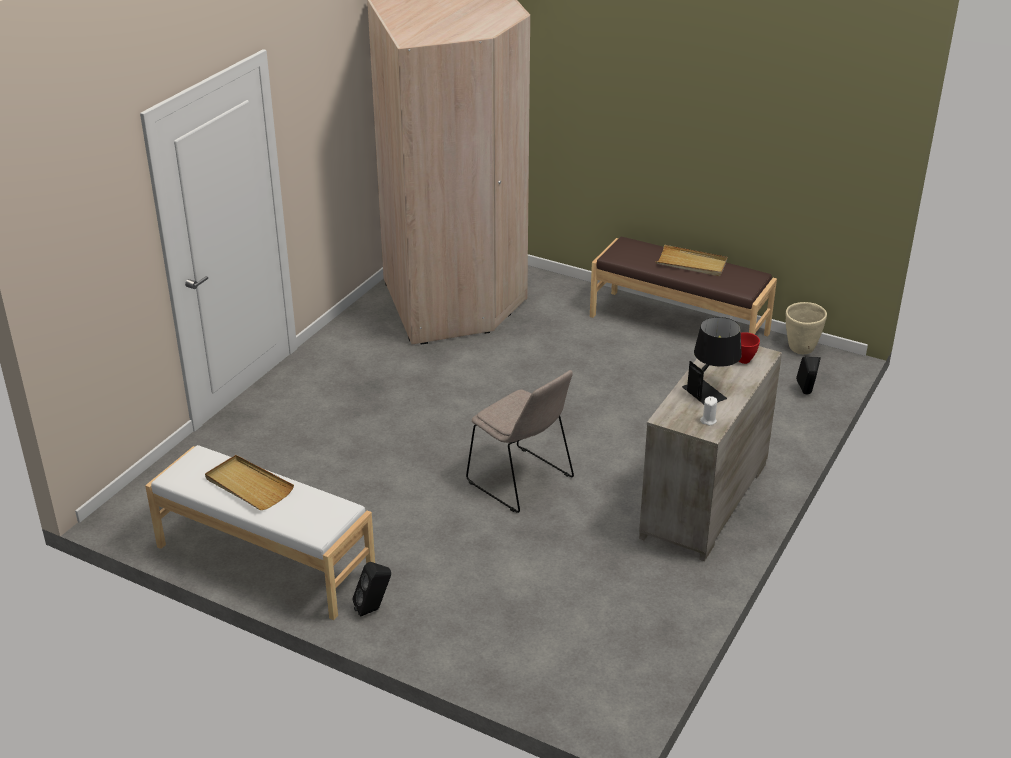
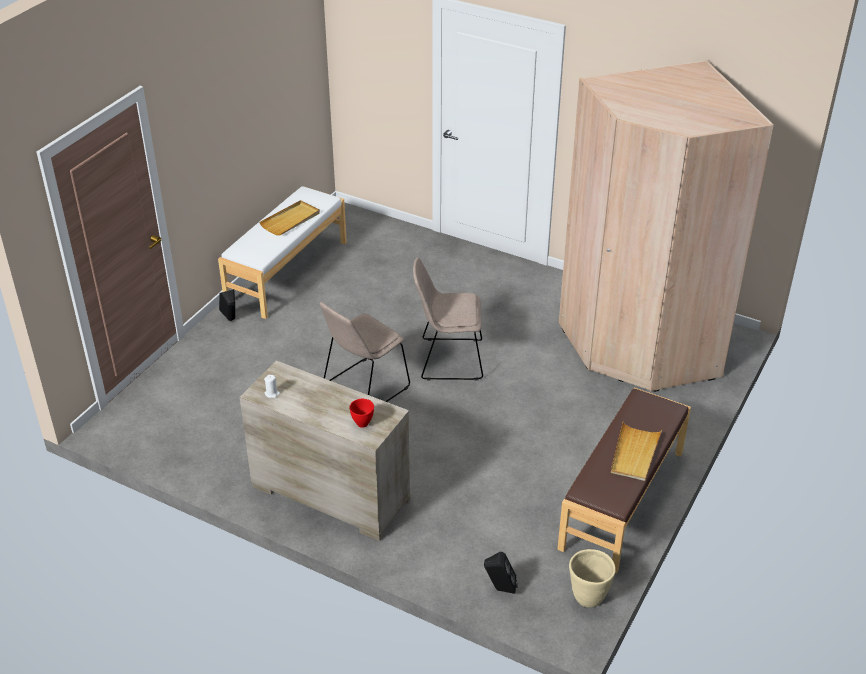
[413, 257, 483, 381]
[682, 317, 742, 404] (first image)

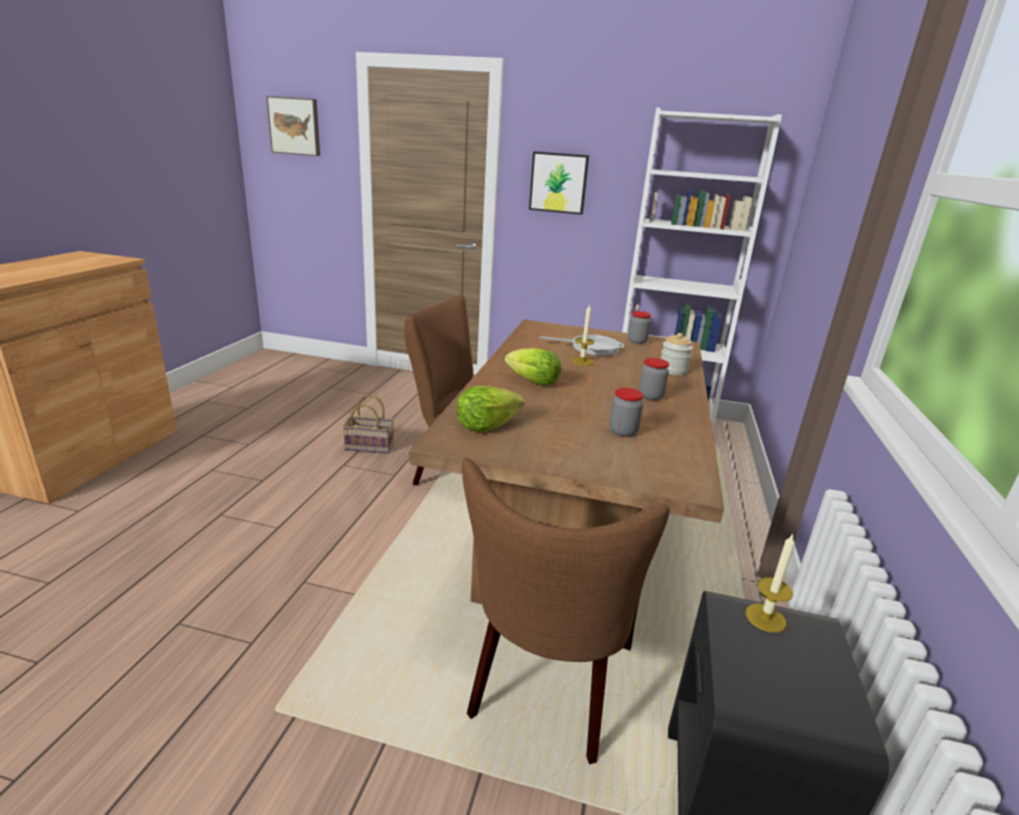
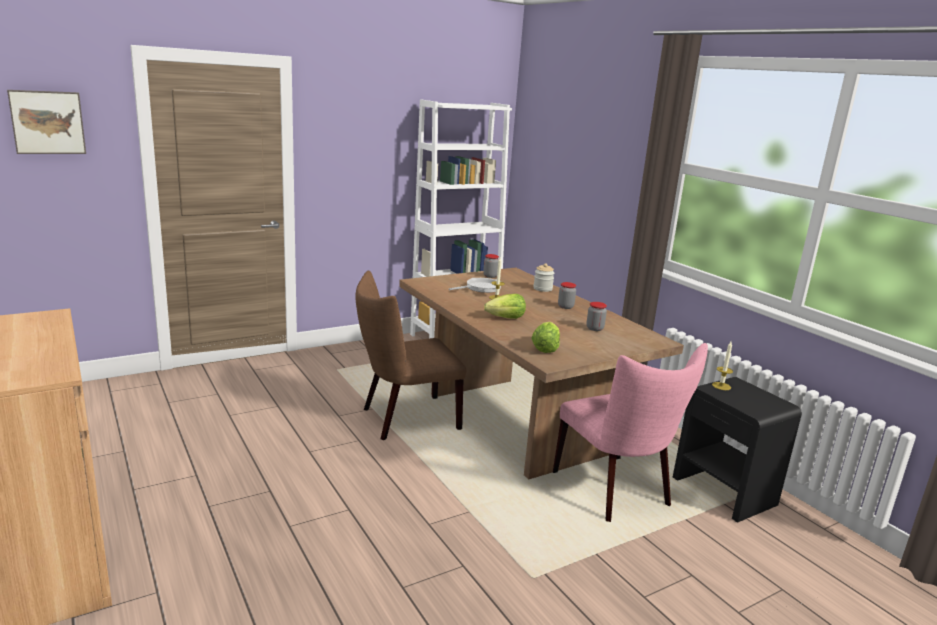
[553, 343, 708, 522]
[342, 395, 394, 453] (first image)
[529, 151, 589, 215] (first image)

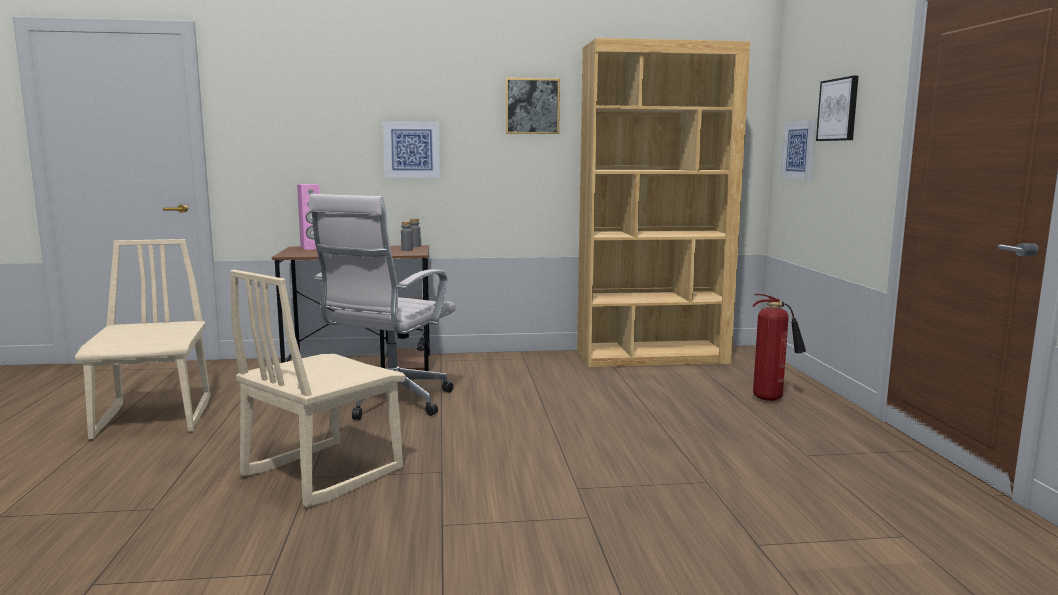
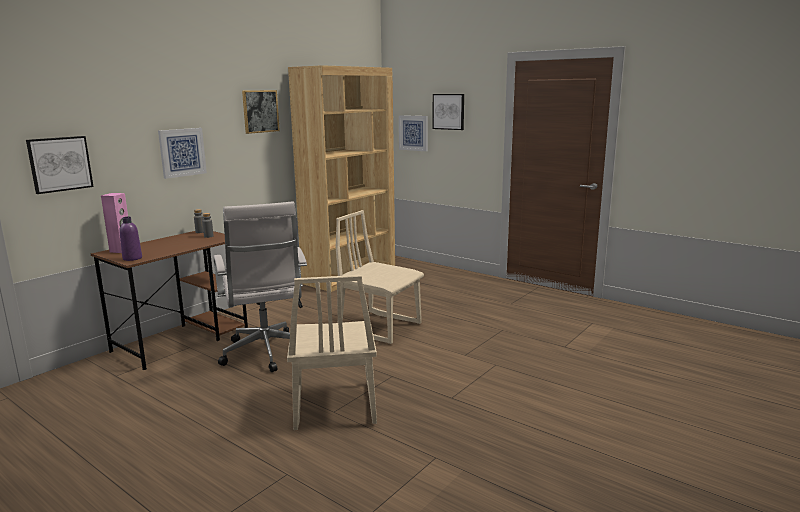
[26, 136, 94, 194]
[119, 217, 142, 261]
[336, 210, 424, 344]
[753, 294, 806, 401] (first image)

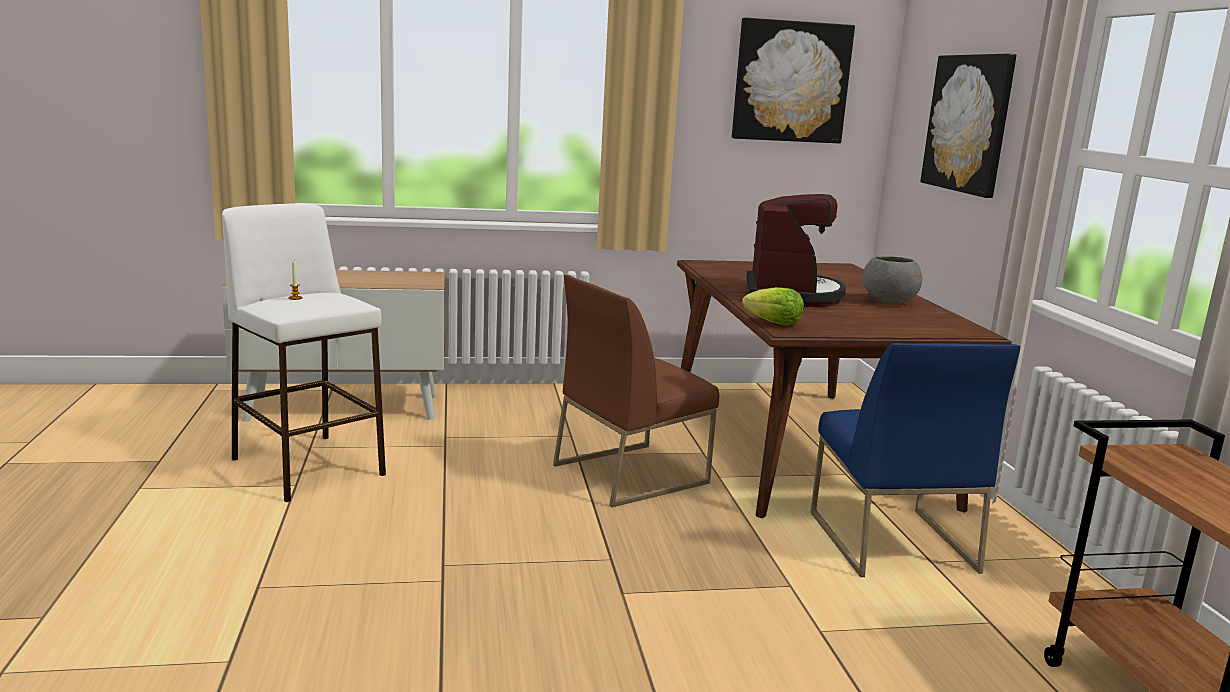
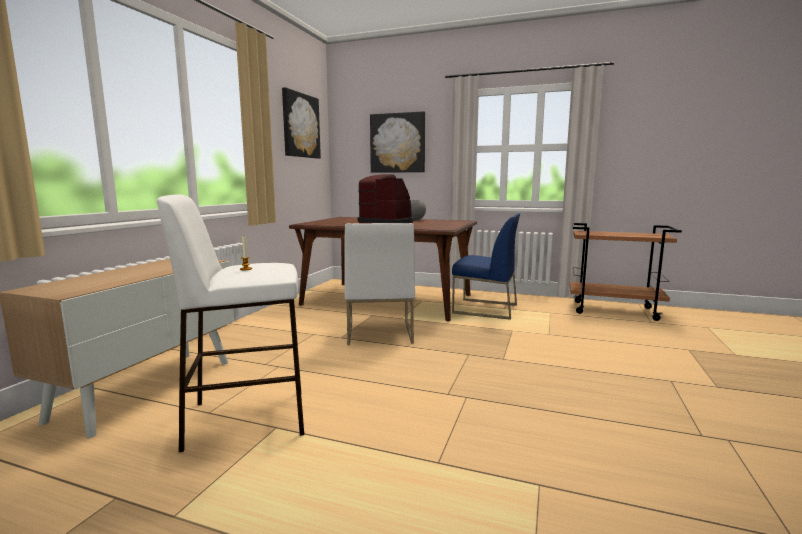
[344, 223, 415, 345]
[742, 287, 804, 326] (first image)

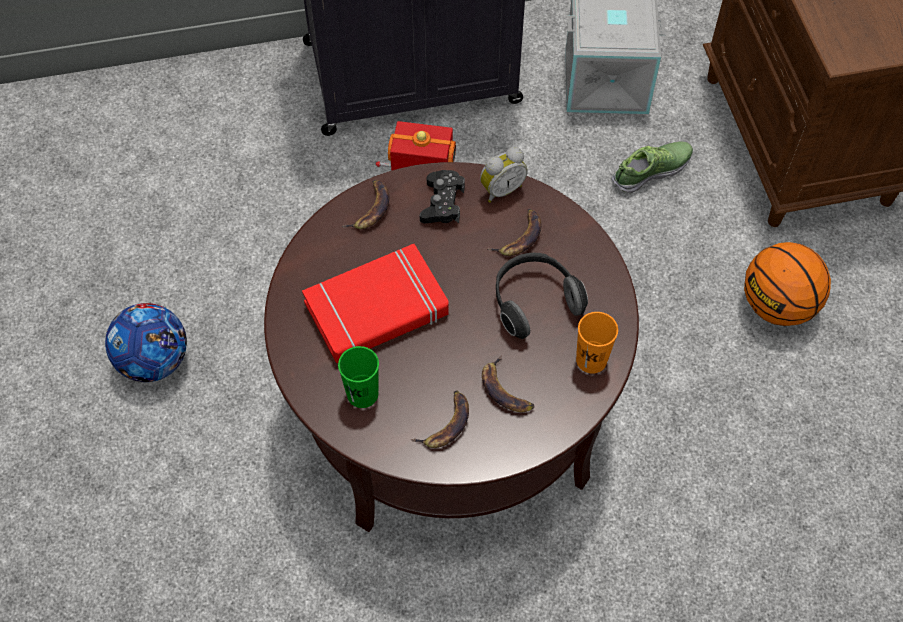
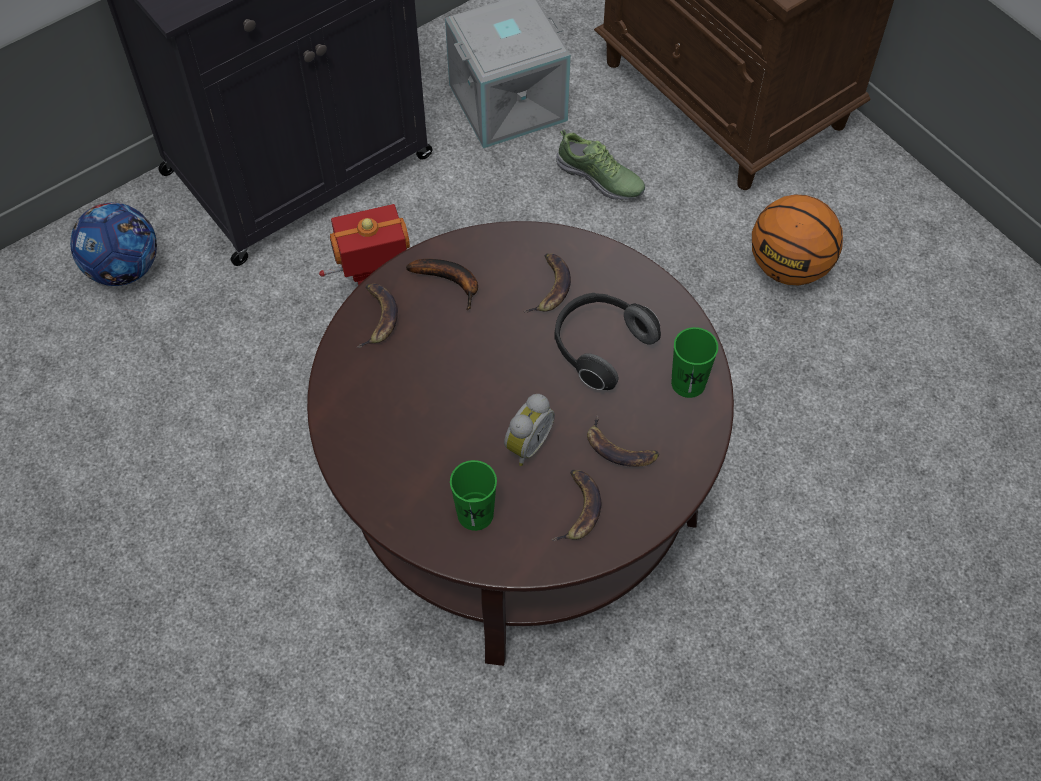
[70, 203, 157, 286]
[406, 259, 478, 310]
[504, 394, 555, 466]
[556, 129, 645, 200]
[671, 327, 718, 398]
[302, 244, 449, 363] (first image)

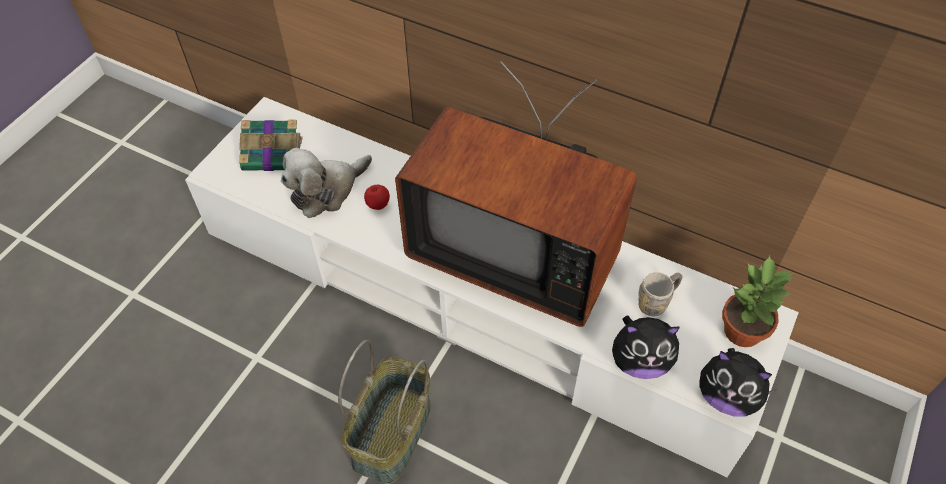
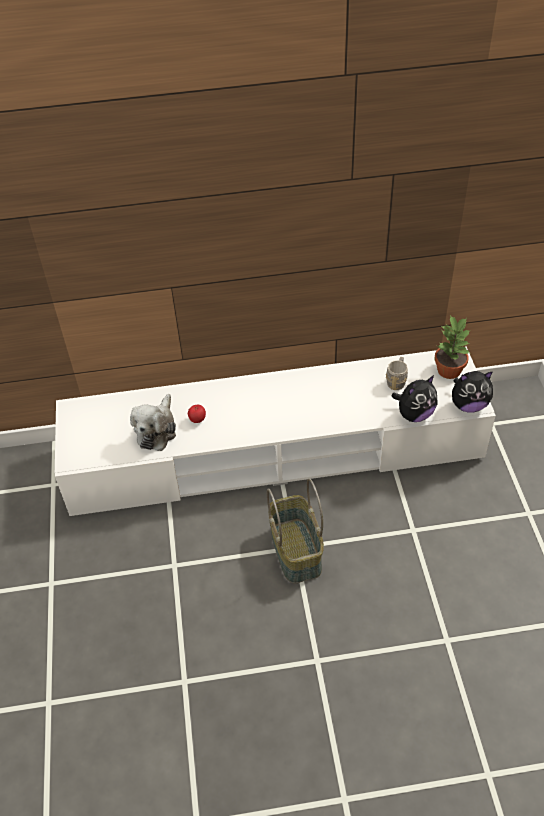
[239, 120, 302, 171] (first image)
[395, 61, 637, 327] (first image)

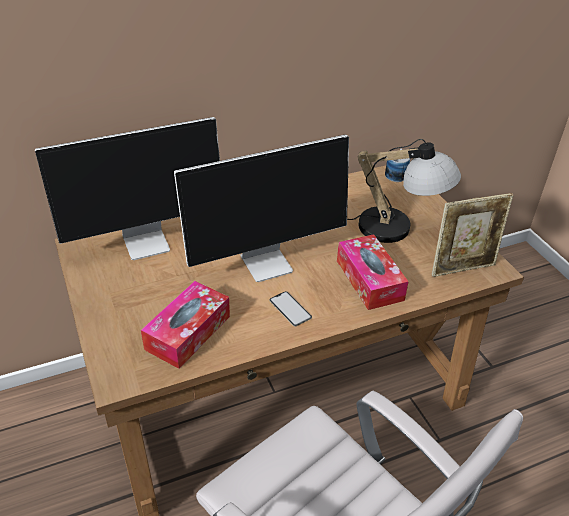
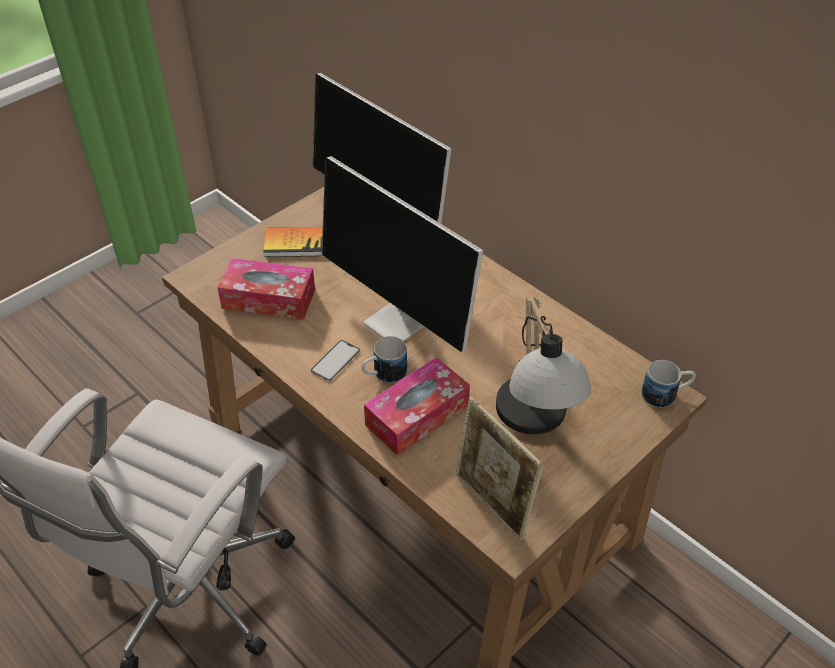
[263, 227, 323, 257]
[362, 336, 407, 383]

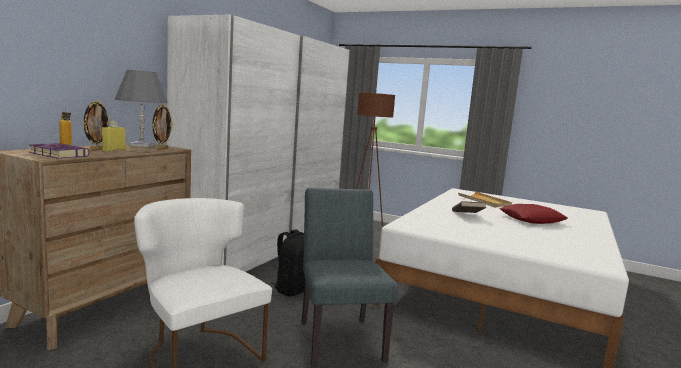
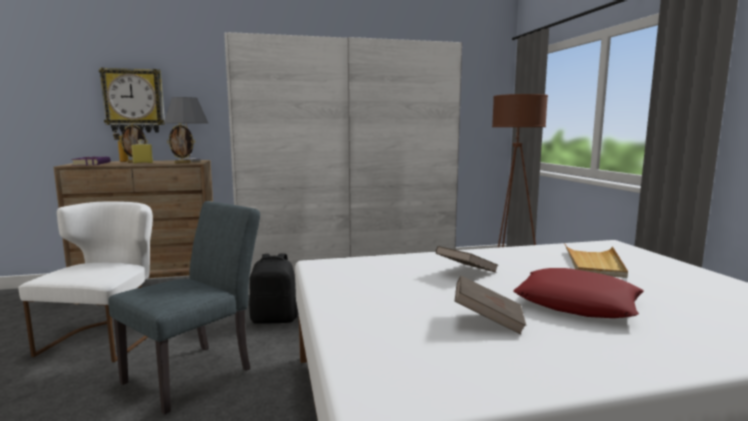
[99, 67, 165, 133]
[455, 275, 526, 335]

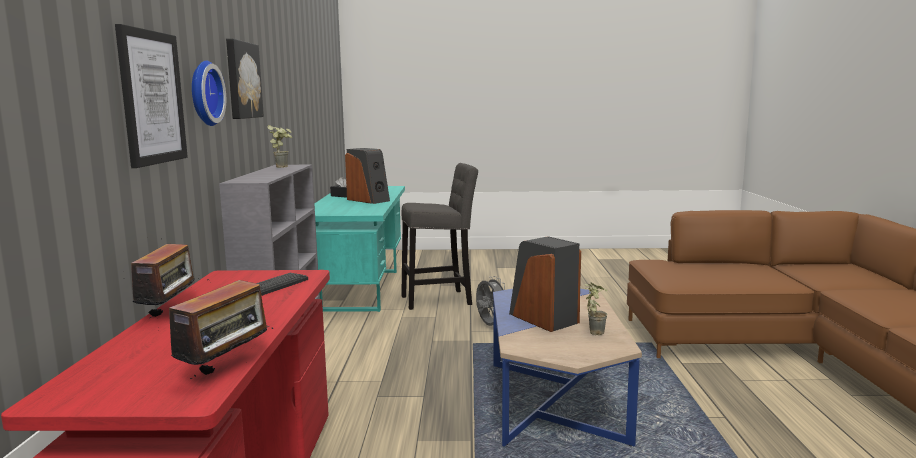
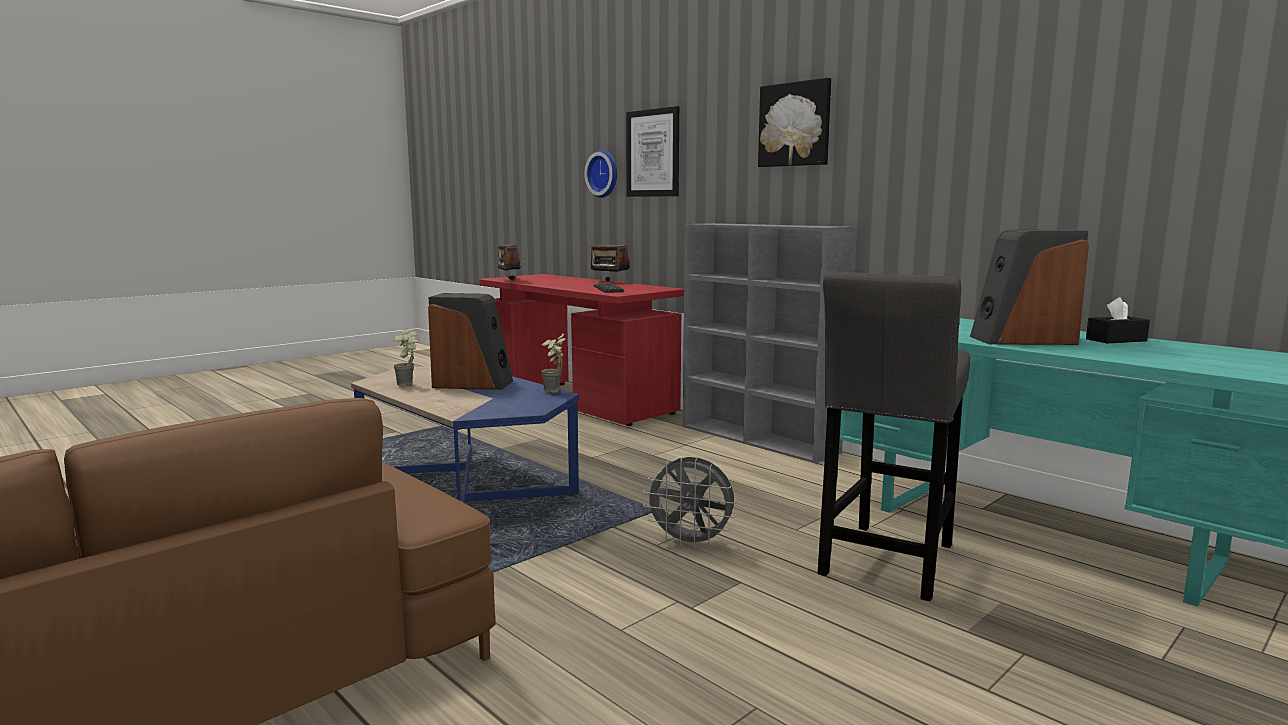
[541, 333, 566, 393]
[584, 150, 617, 198]

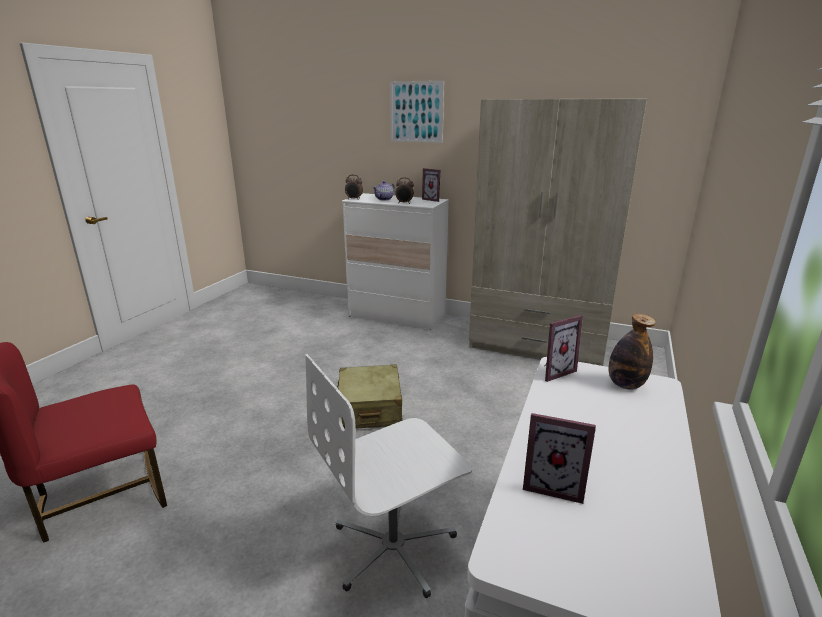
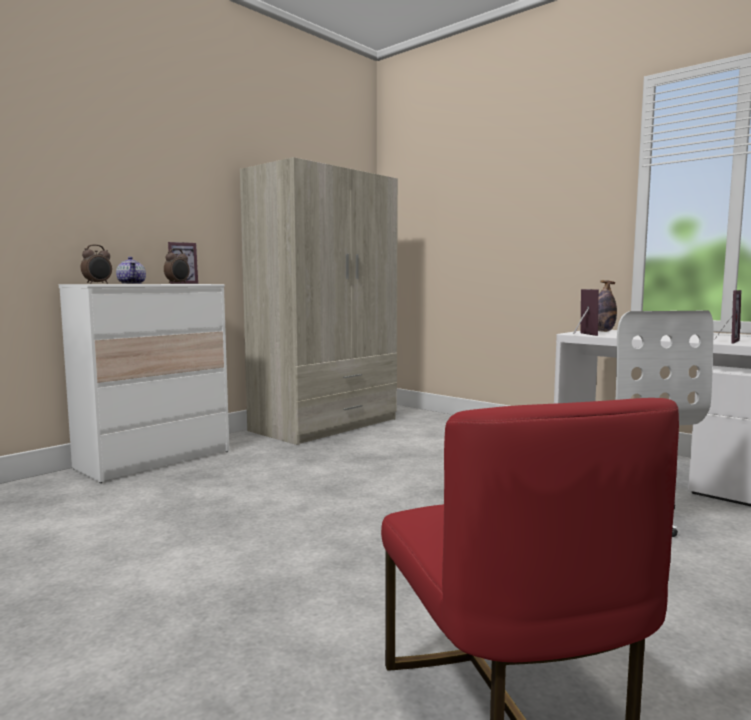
[337, 364, 403, 429] (first image)
[390, 81, 444, 143] (first image)

